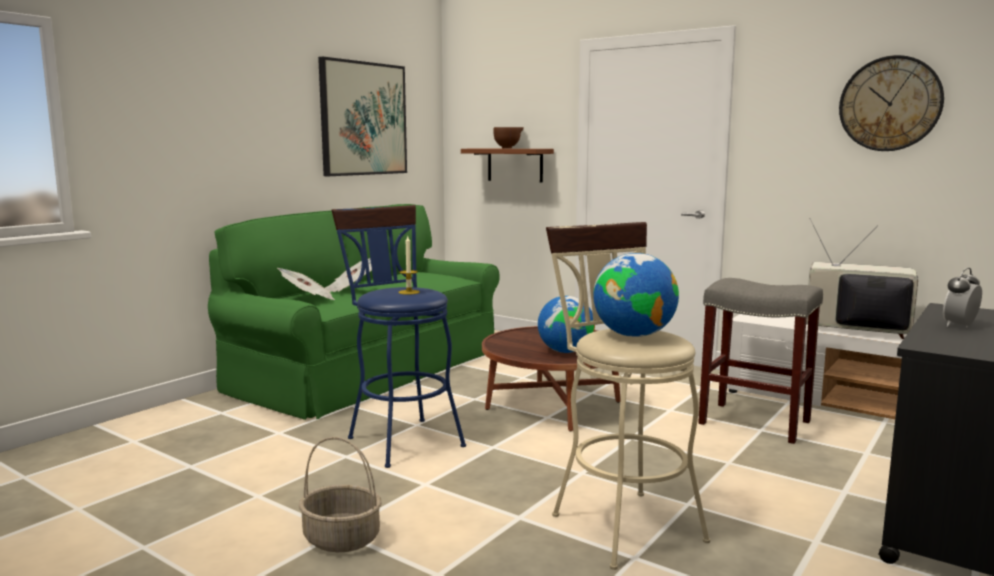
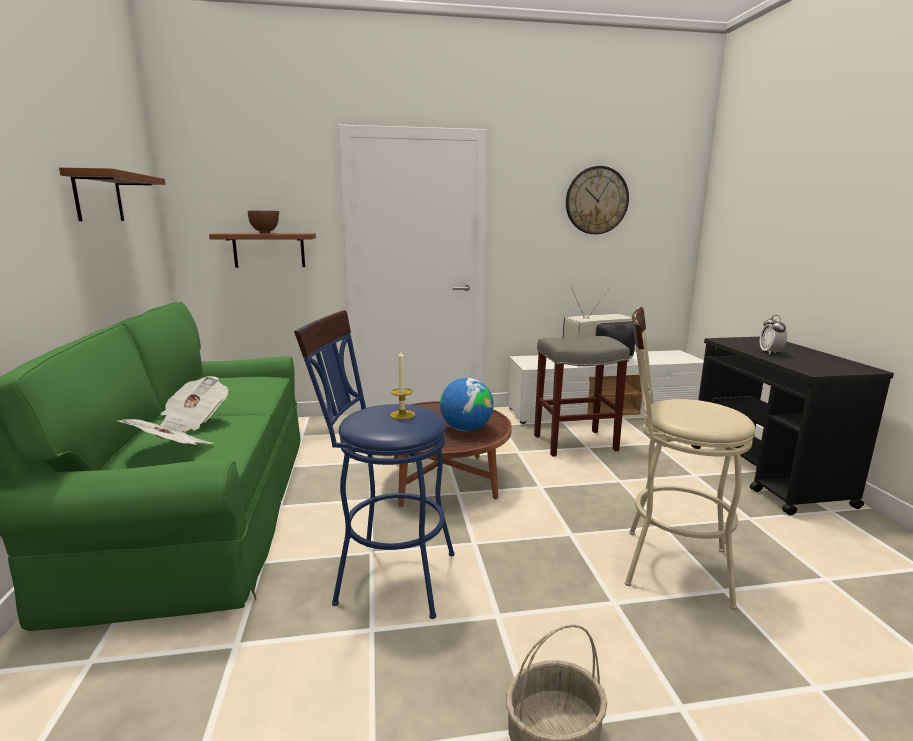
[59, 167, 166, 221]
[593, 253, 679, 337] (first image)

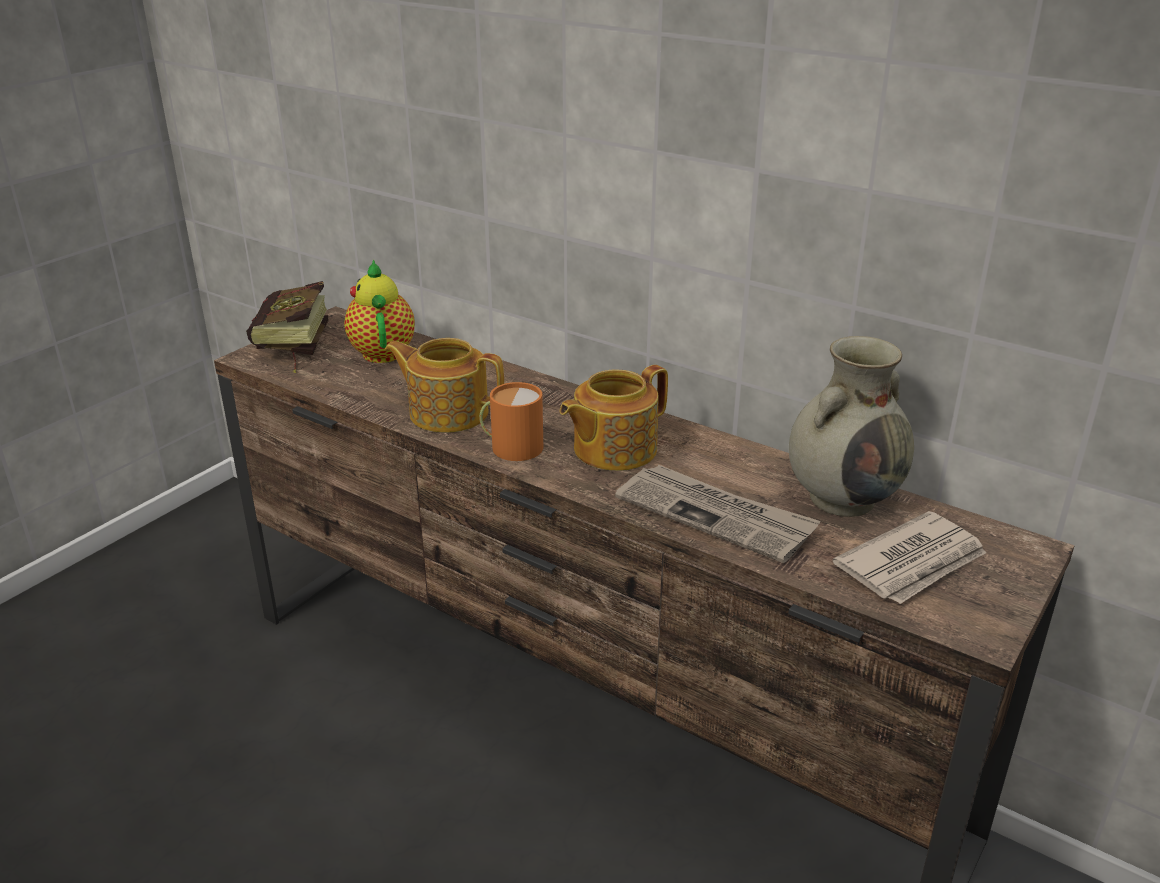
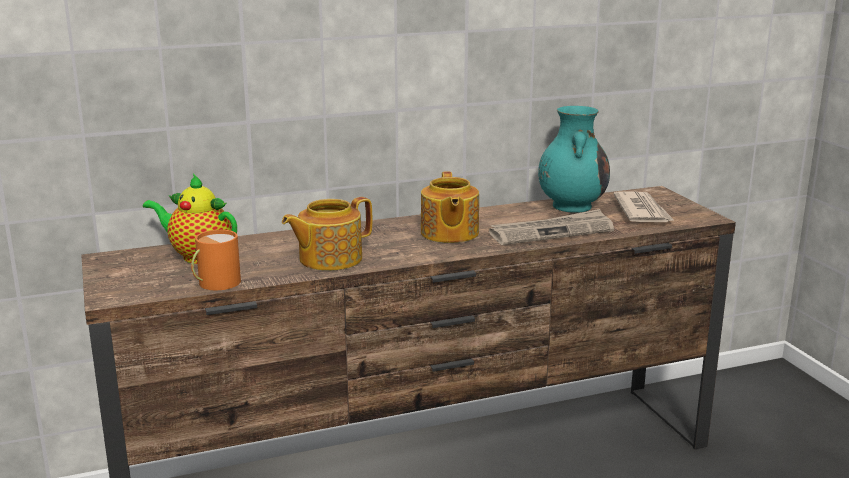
[191, 230, 241, 290]
[538, 106, 610, 213]
[246, 281, 328, 373] (first image)

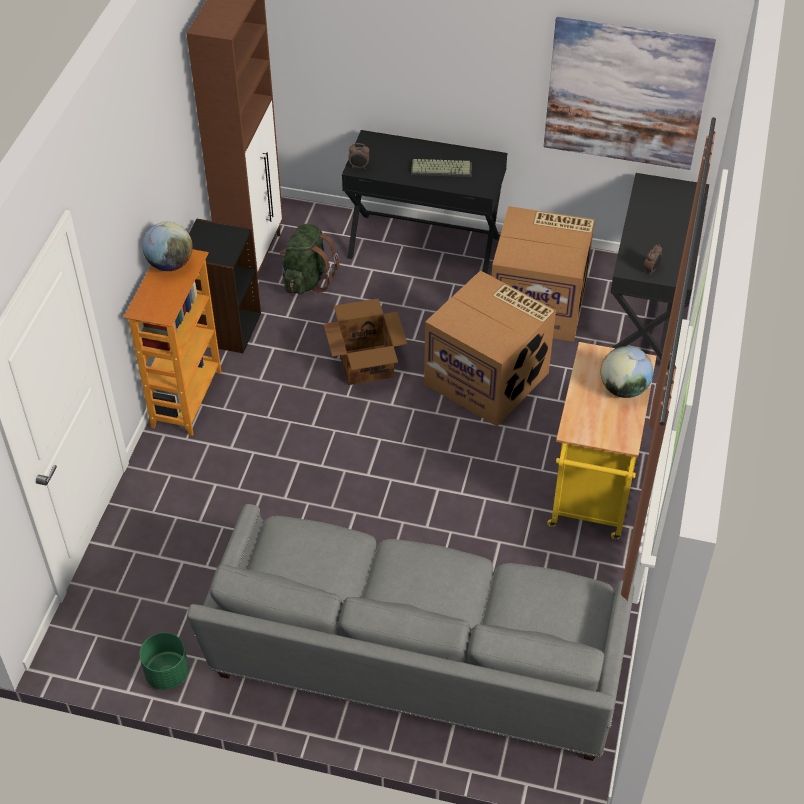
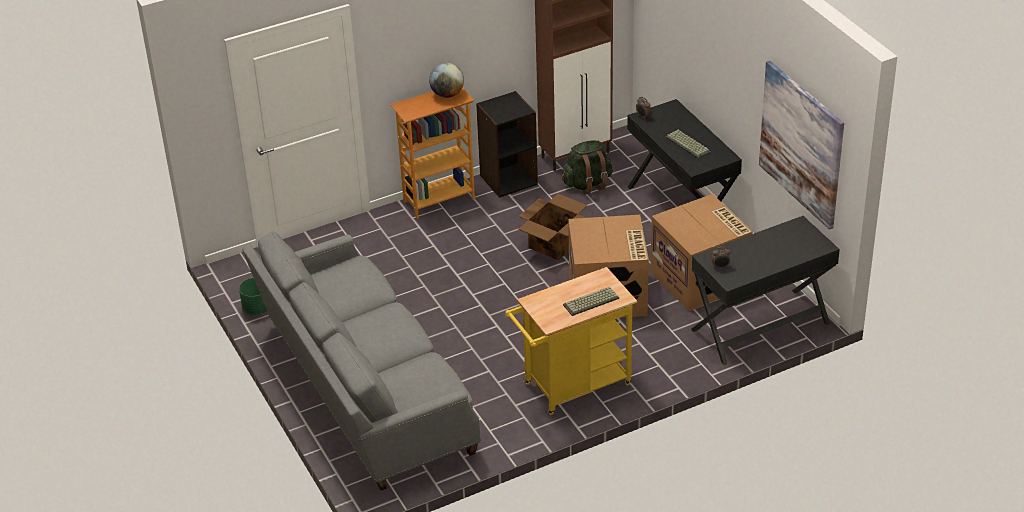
[563, 286, 619, 316]

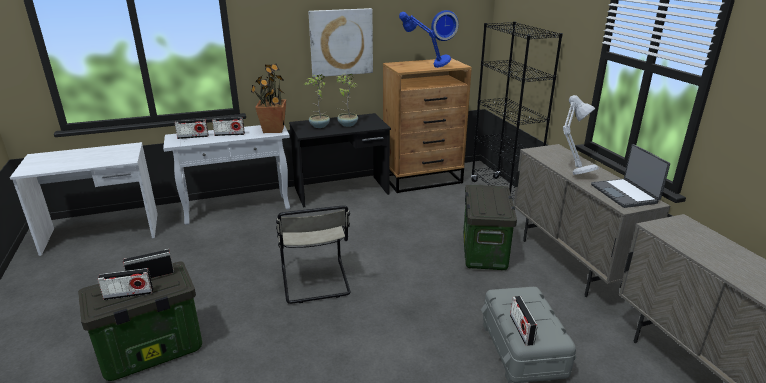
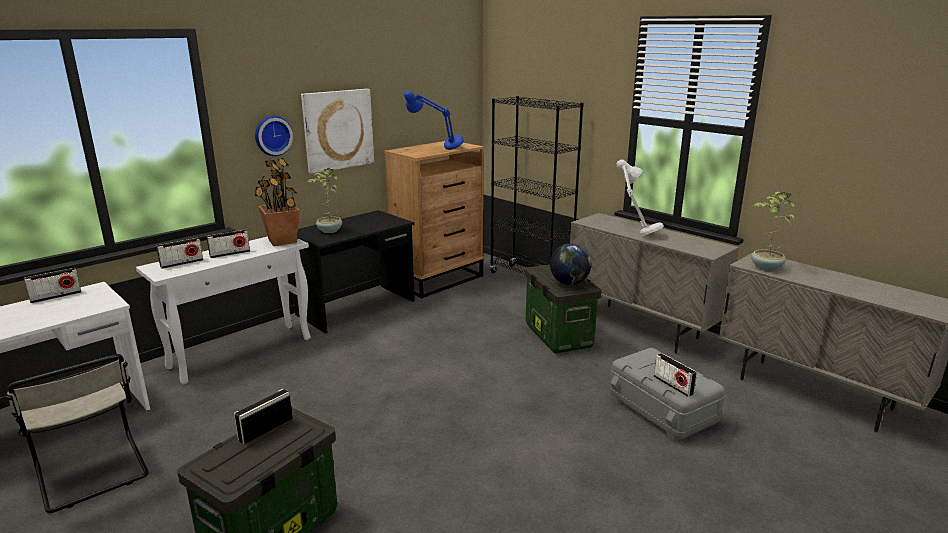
[6, 354, 149, 513]
[24, 268, 81, 303]
[255, 116, 293, 156]
[550, 244, 592, 285]
[751, 192, 795, 271]
[591, 144, 670, 208] (first image)

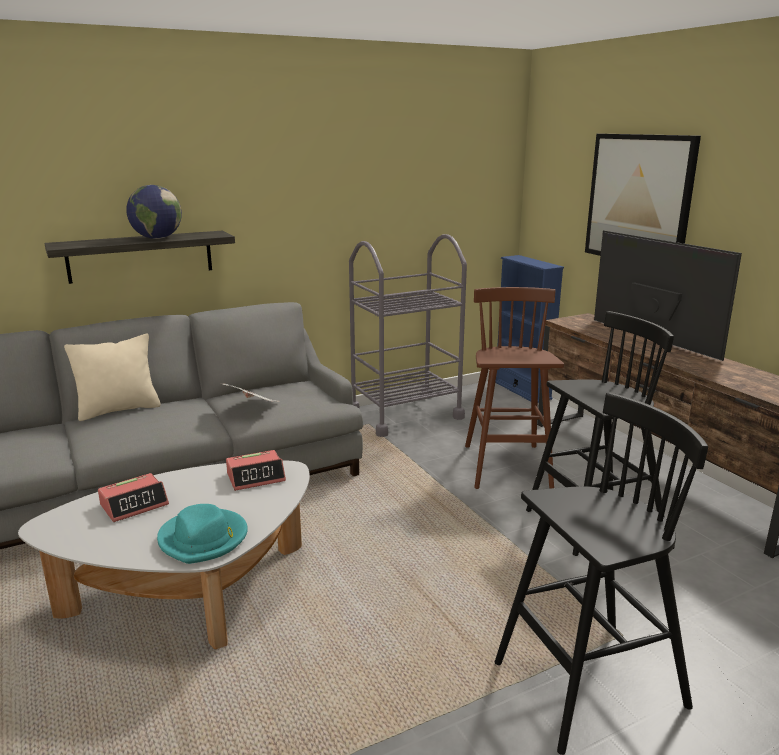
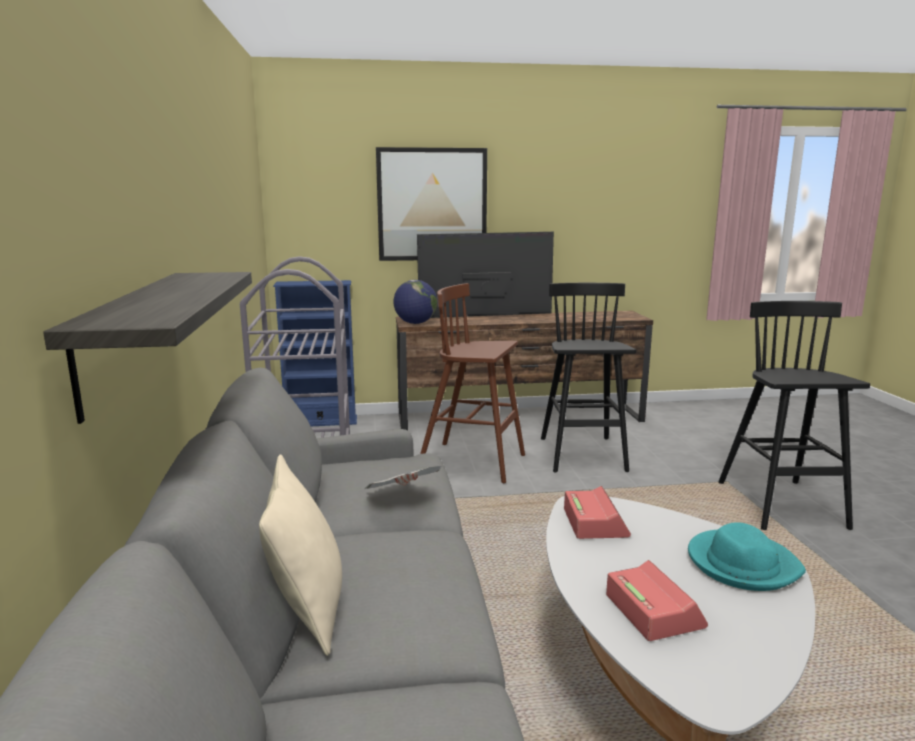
[393, 280, 437, 324]

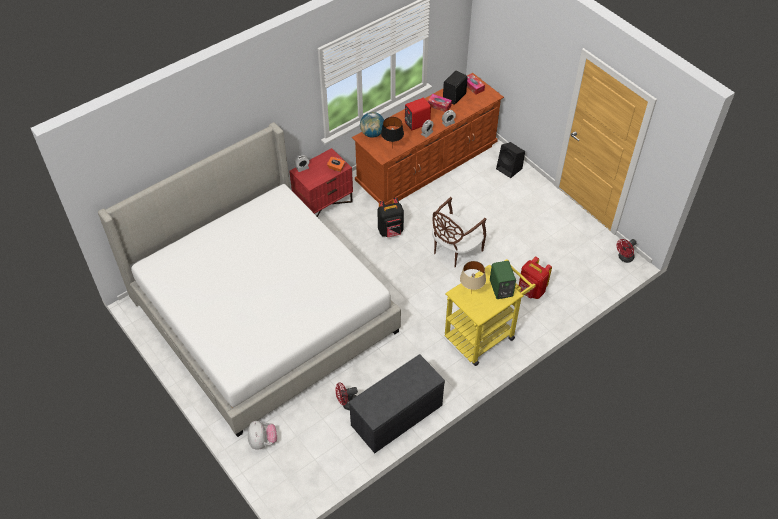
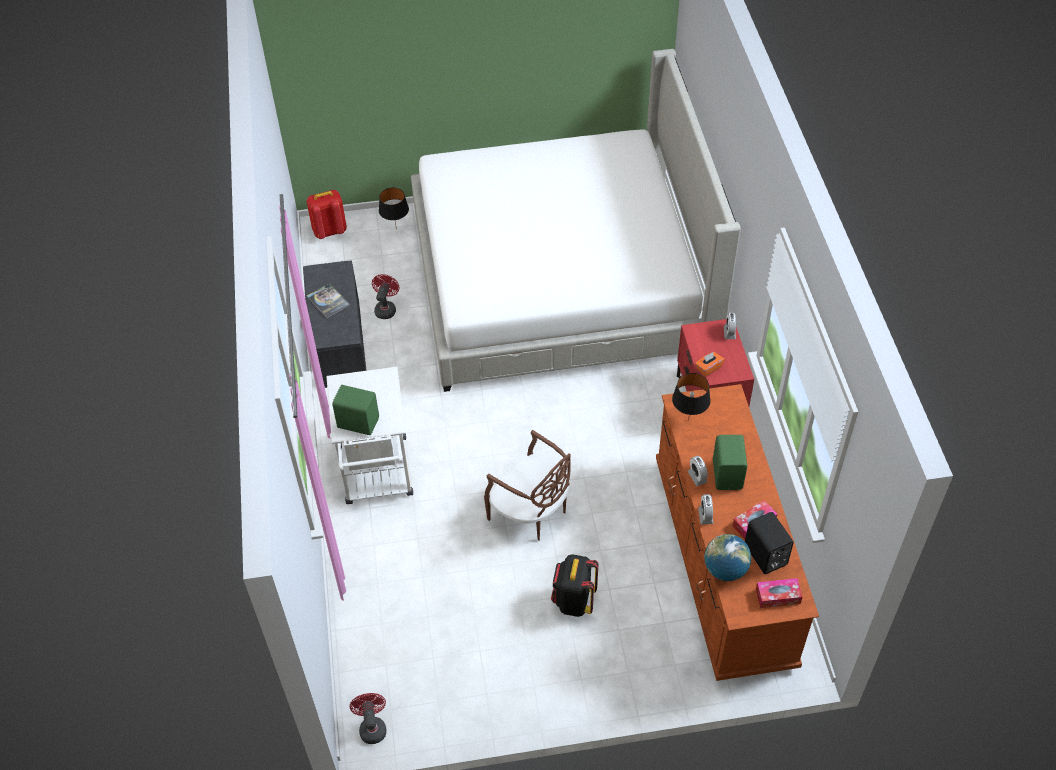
[306, 190, 347, 239]
[307, 283, 350, 318]
[326, 367, 413, 504]
[379, 188, 409, 230]
[484, 430, 571, 541]
[551, 554, 598, 617]
[704, 534, 752, 581]
[713, 435, 747, 490]
[460, 261, 486, 293] (first image)
[496, 142, 525, 178] (first image)

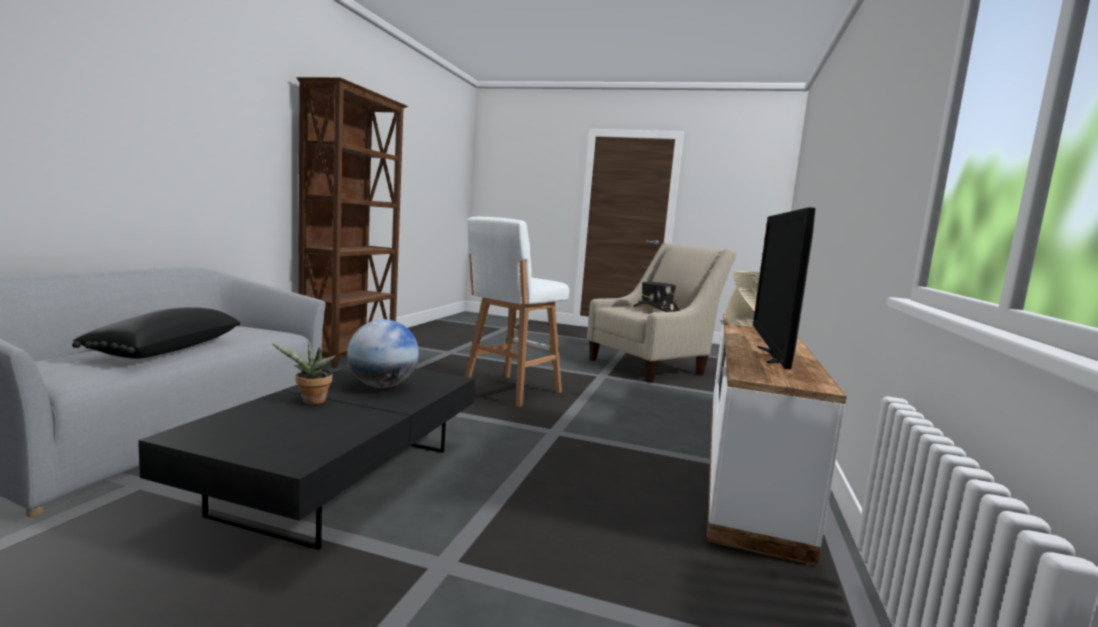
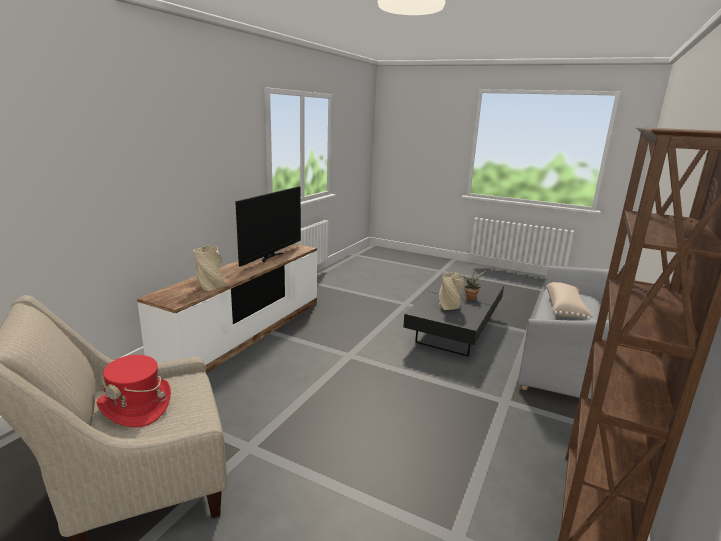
[96, 355, 171, 427]
[439, 272, 464, 310]
[546, 282, 594, 320]
[465, 217, 569, 407] (first image)

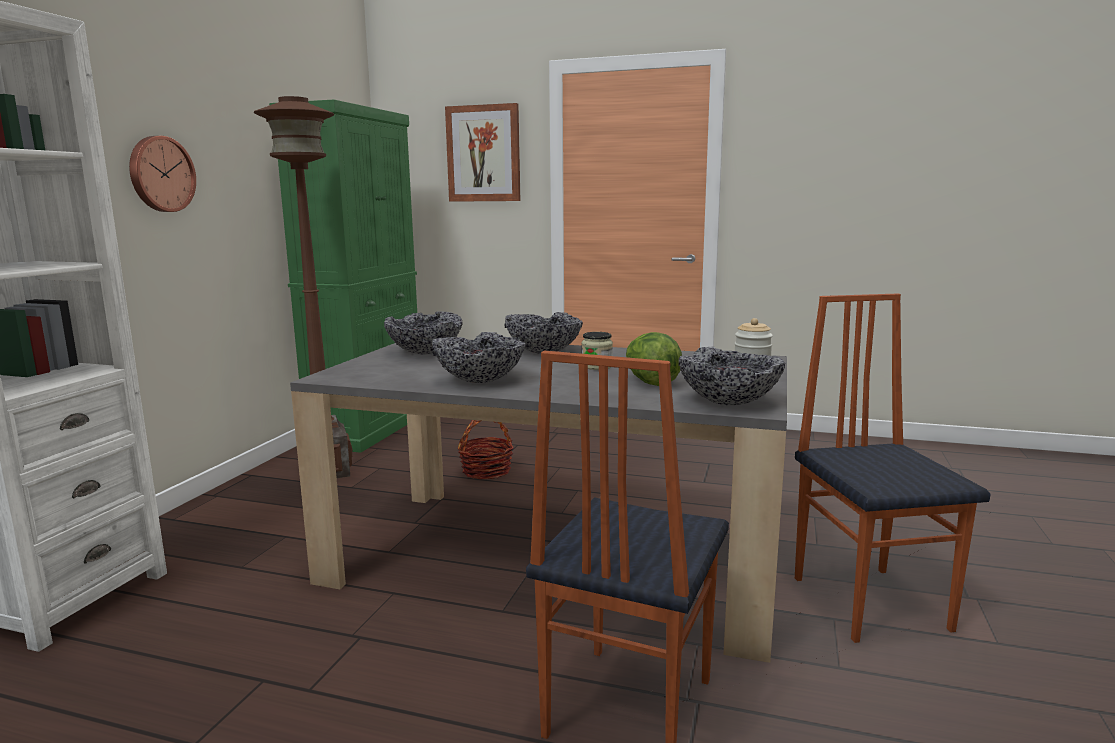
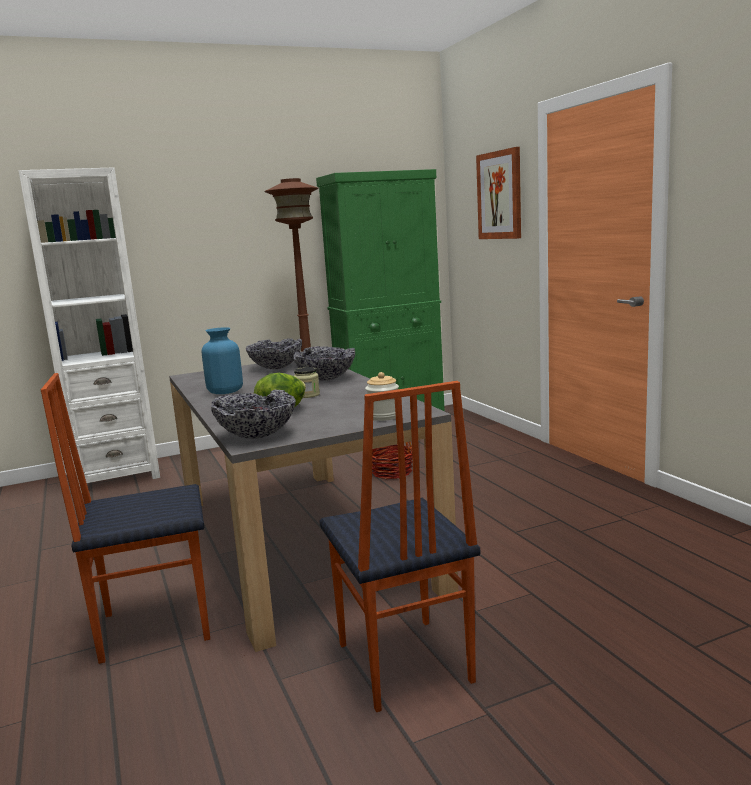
[201, 327, 243, 394]
[319, 381, 480, 712]
[129, 136, 196, 212] (first image)

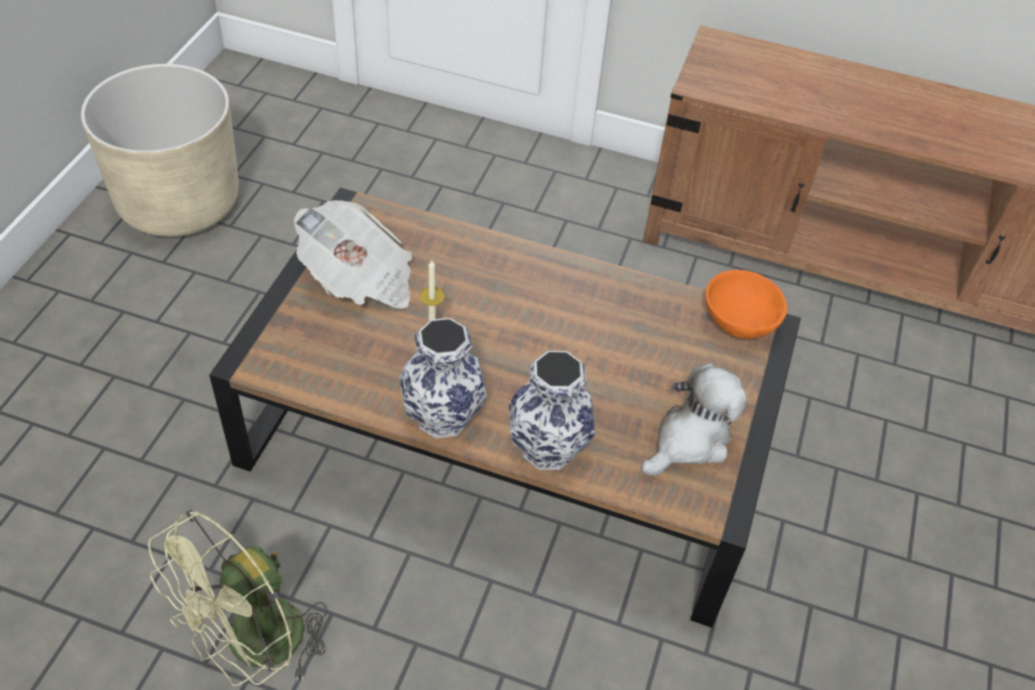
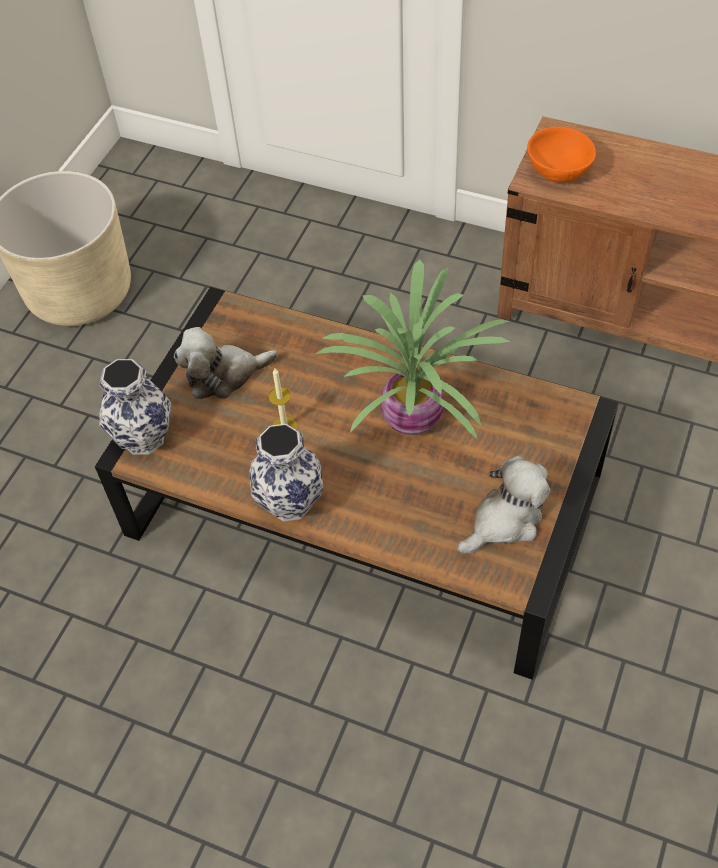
[99, 359, 171, 454]
[174, 327, 278, 399]
[316, 259, 510, 440]
[527, 127, 596, 182]
[148, 510, 327, 686] (first image)

